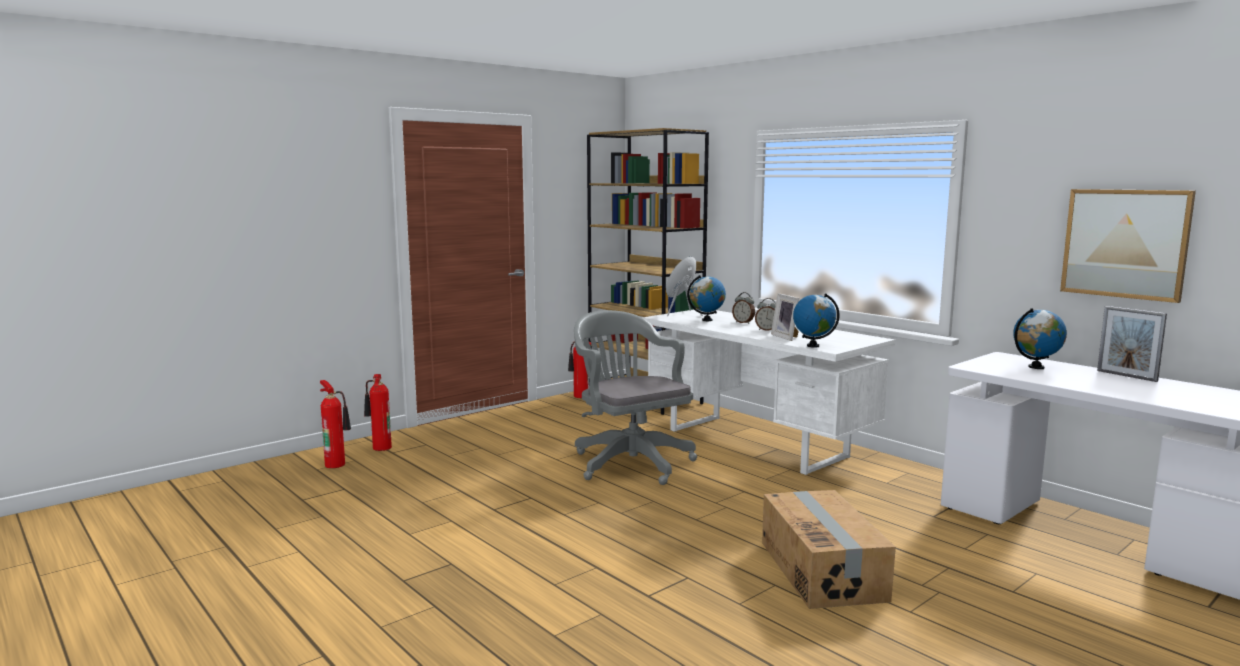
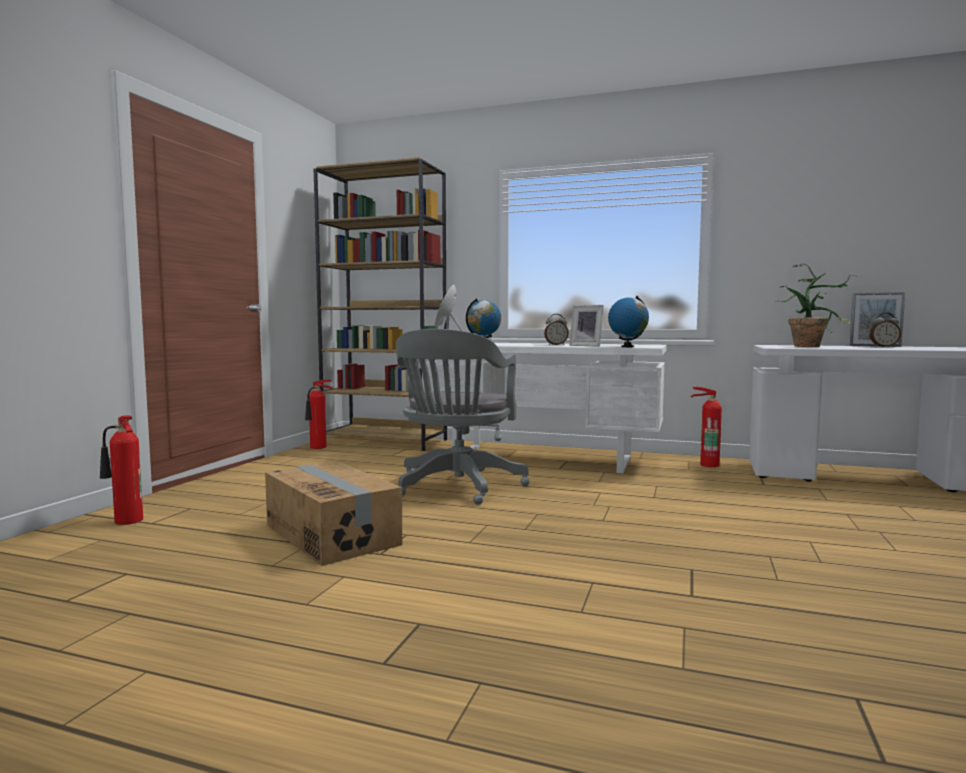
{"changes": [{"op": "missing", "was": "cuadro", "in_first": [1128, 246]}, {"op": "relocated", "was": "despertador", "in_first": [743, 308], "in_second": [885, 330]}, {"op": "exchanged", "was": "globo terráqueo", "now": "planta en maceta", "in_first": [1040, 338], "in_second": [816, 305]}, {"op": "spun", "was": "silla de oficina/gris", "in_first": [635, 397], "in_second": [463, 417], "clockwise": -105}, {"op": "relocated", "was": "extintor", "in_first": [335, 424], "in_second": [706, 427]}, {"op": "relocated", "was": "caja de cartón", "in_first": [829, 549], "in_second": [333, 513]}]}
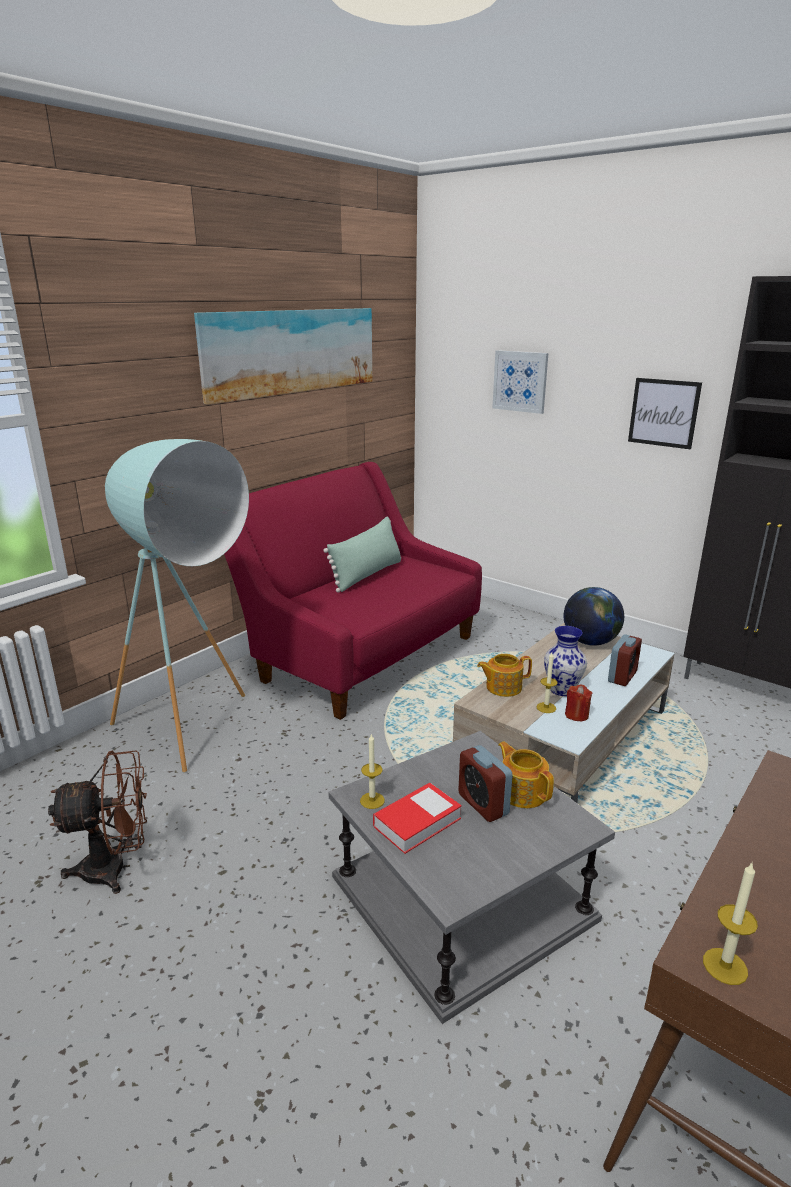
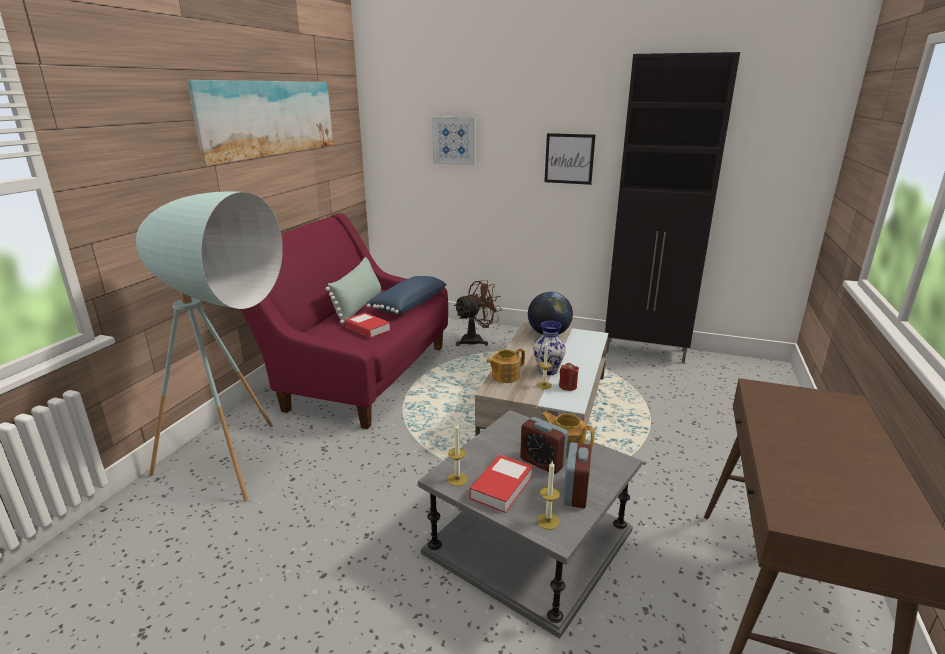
{"changes": [{"op": "relocated", "was": "despertador", "in_first": [625, 660], "in_second": [577, 475]}, {"op": "relocated", "was": "ventilador/marrón", "in_first": [97, 822], "in_second": [478, 313]}, {"op": "relocated", "was": "vela", "in_first": [730, 924], "in_second": [548, 495]}, {"op": "appeared", "now": "cojín/azul", "in_second": [407, 295]}, {"op": "appeared", "now": "libro", "in_second": [367, 325]}]}
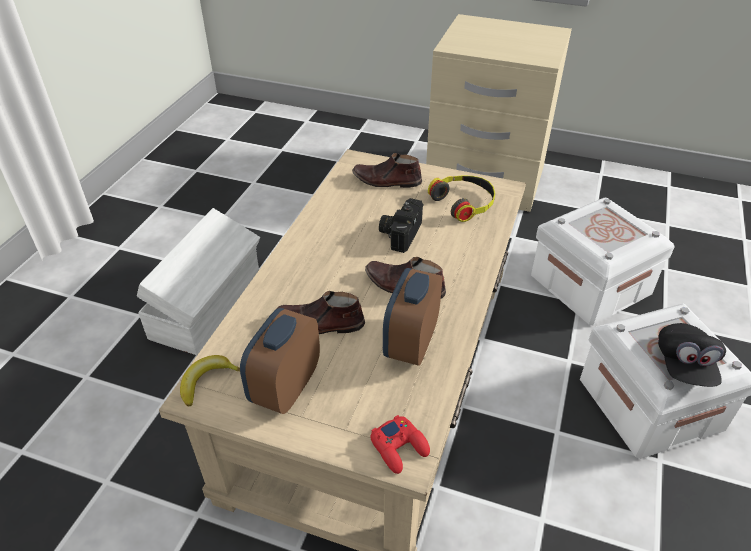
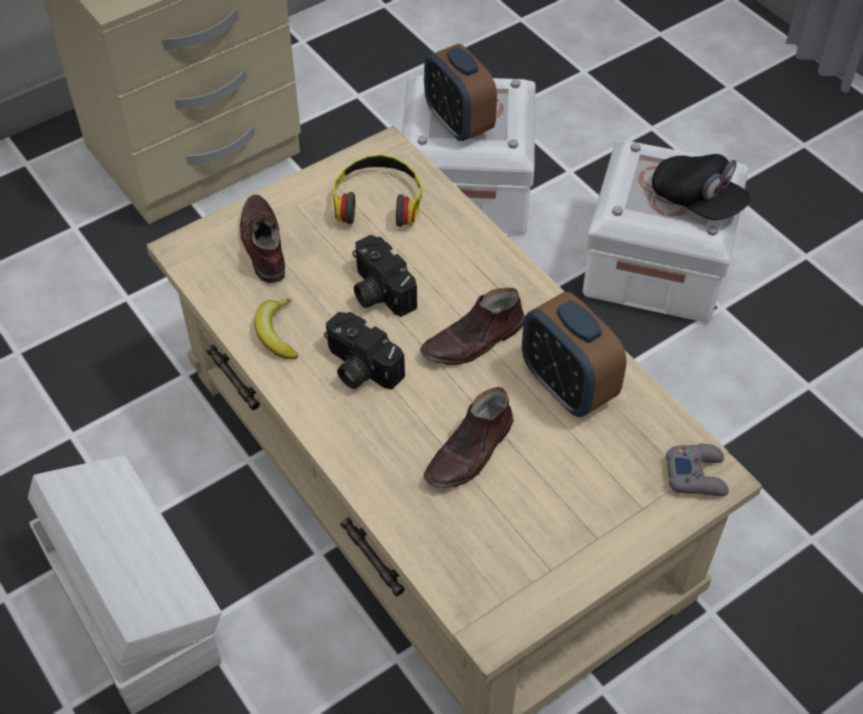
{"changes": [{"op": "spun", "was": "zapato/marrón", "in_first": [387, 170], "in_second": [262, 239], "clockwise": 120}, {"op": "relocated", "was": "despertador", "in_first": [280, 361], "in_second": [460, 92]}, {"op": "relocated", "was": "plátano", "in_first": [210, 380], "in_second": [276, 329]}, {"op": "colour", "was": "mando de consola/rojo", "now": "mando de consola/gris", "in_first": [400, 444], "in_second": [697, 470]}, {"op": "appeared", "now": "cámara", "in_second": [364, 351]}]}
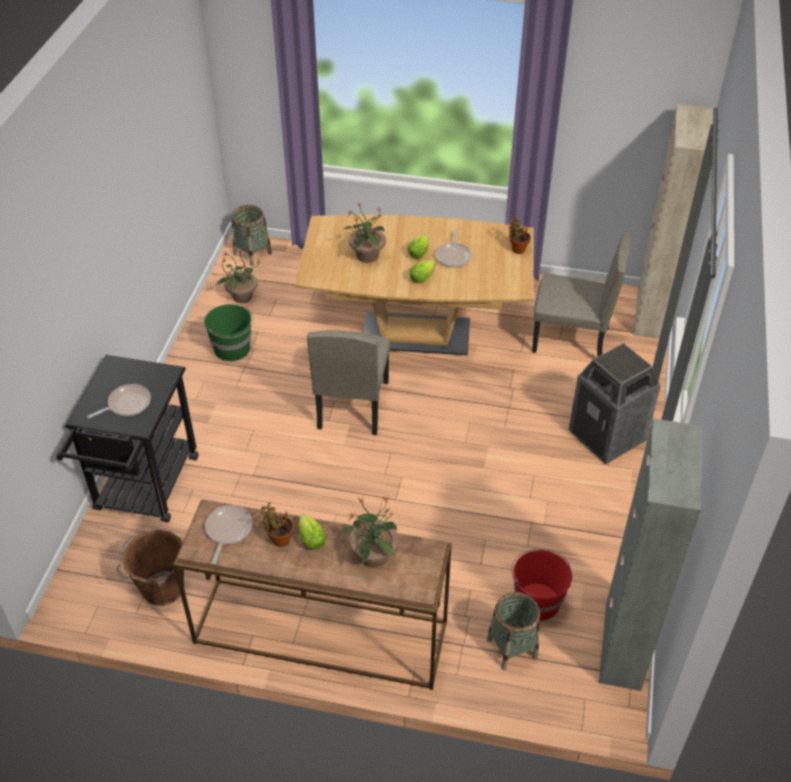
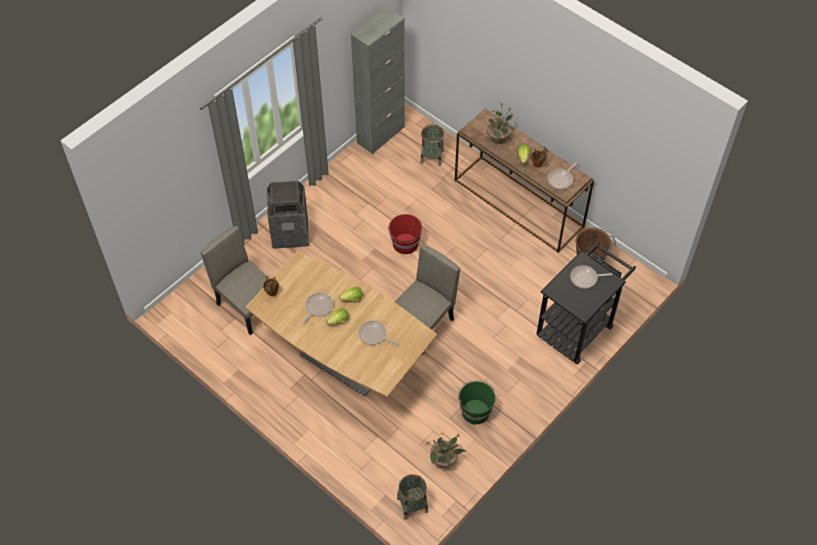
{"changes": [{"op": "missing", "was": "armario/beis", "in_first": [673, 221]}, {"op": "exchanged", "was": "planta en maceta", "now": "sartén", "in_first": [364, 232], "in_second": [379, 333]}, {"op": "relocated", "was": "cubo/rojo", "in_first": [541, 584], "in_second": [405, 234]}]}
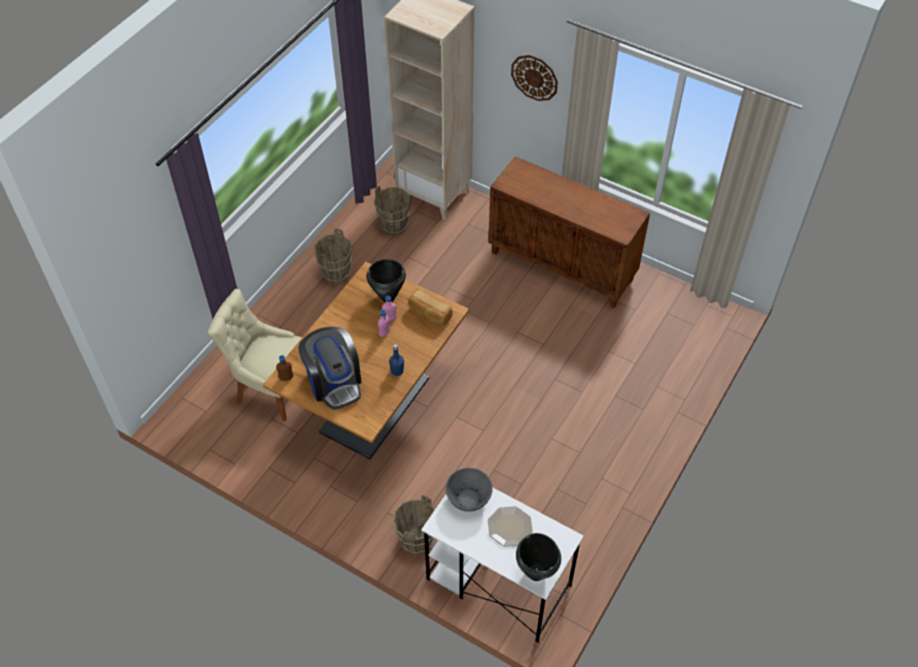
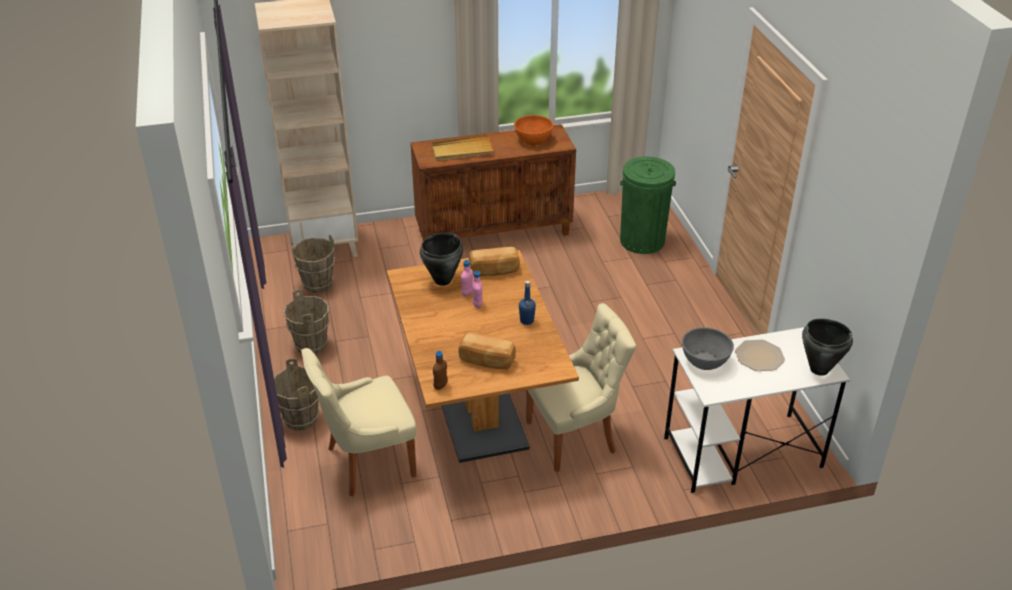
{"changes": [{"op": "missing", "was": "reloj de pared", "in_first": [534, 78]}, {"op": "exchanged", "was": "cafetera", "now": "pan", "in_first": [329, 368], "in_second": [487, 350]}, {"op": "relocated", "was": "cubo/marrón", "in_first": [414, 524], "in_second": [296, 394]}, {"op": "appeared", "now": "cuenco/naranja", "in_second": [533, 130]}, {"op": "appeared", "now": "bandeja/beis", "in_second": [463, 148]}, {"op": "appeared", "now": "papelera/verde", "in_second": [648, 205]}, {"op": "appeared", "now": "silla/beis", "in_second": [581, 387]}]}
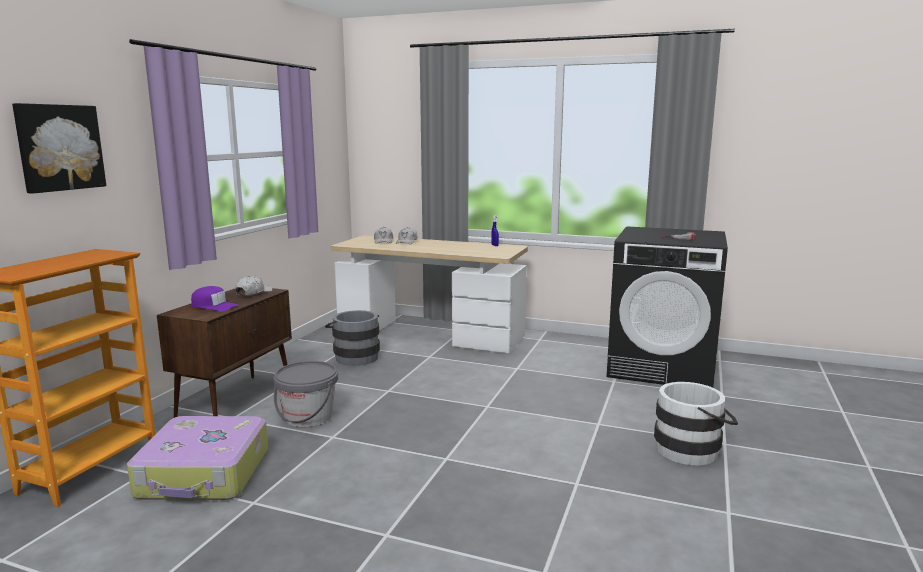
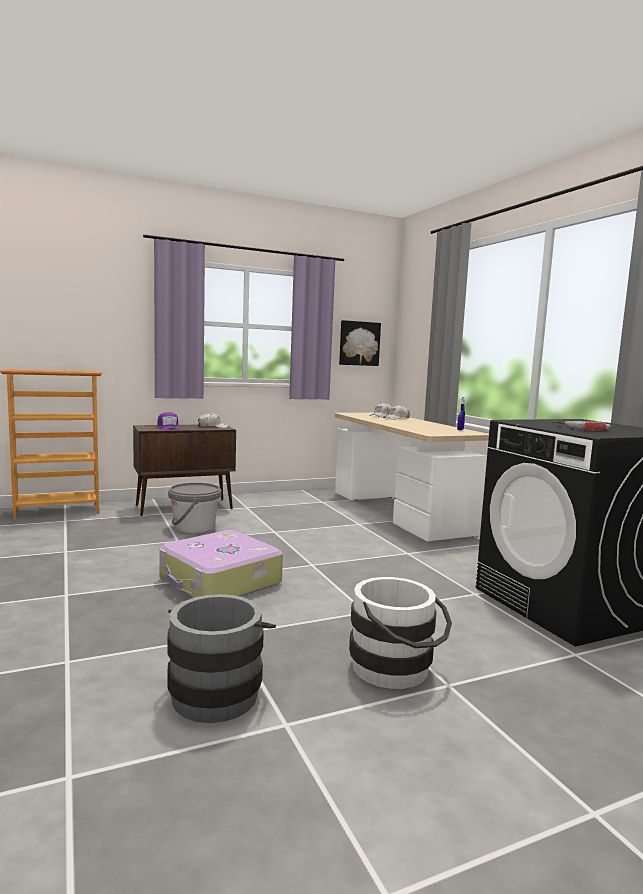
{"changes": [{"op": "relocated", "was": "cuadro", "in_first": [59, 148], "in_second": [360, 343]}, {"op": "relocated", "was": "cubo/gris", "in_first": [352, 338], "in_second": [221, 658]}, {"op": "relocated", "was": "maleta", "in_first": [197, 458], "in_second": [221, 564]}]}
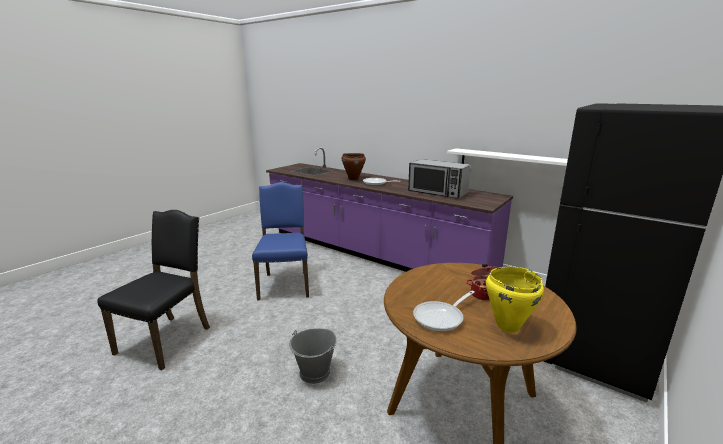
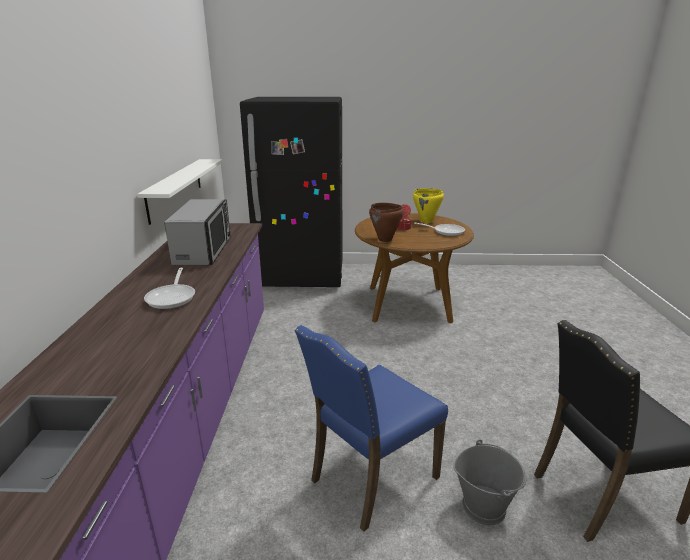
{"changes": [{"op": "relocated", "was": "olla/marrón", "in_first": [353, 166], "in_second": [386, 222]}, {"op": "relocated", "was": "cubo/gris", "in_first": [313, 356], "in_second": [490, 482]}]}
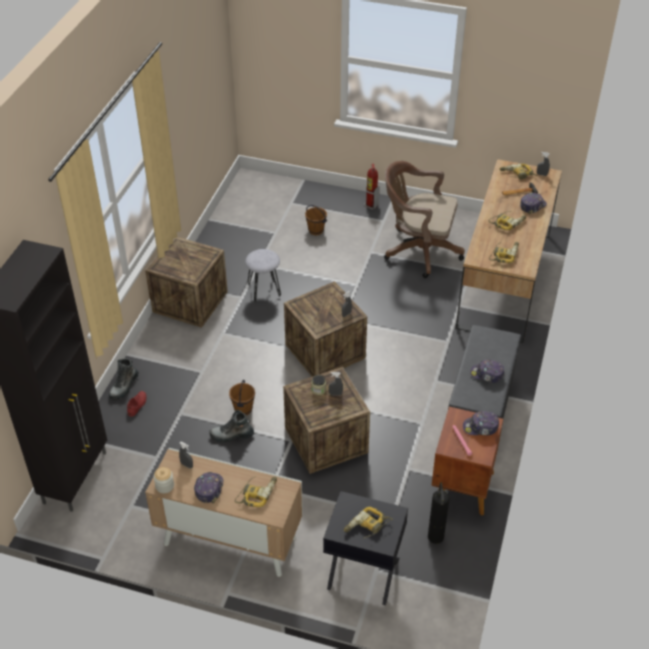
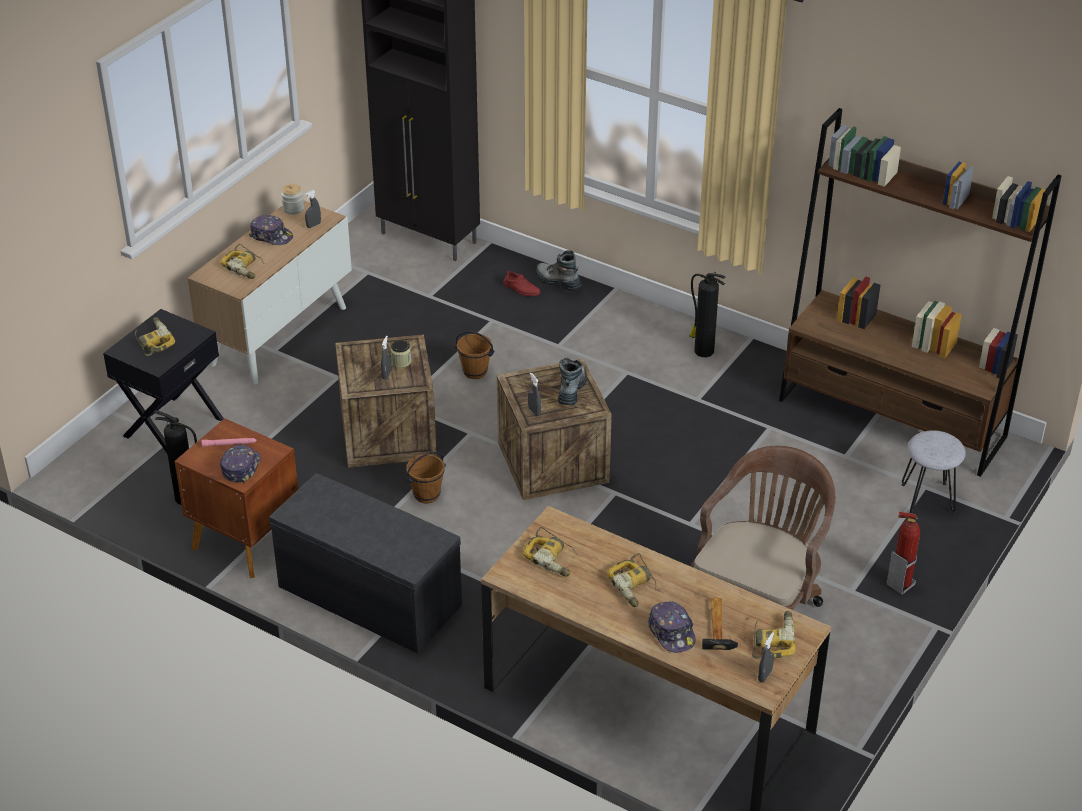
{"changes": [{"op": "relocated", "was": "cubo/marrón", "in_first": [316, 220], "in_second": [425, 477]}, {"op": "exchanged", "was": "caja de embalaje", "now": "extintor", "in_first": [186, 282], "in_second": [707, 315]}, {"op": "relocated", "was": "taburete/gris", "in_first": [263, 275], "in_second": [933, 472]}, {"op": "missing", "was": "gorra", "in_first": [487, 371]}, {"op": "relocated", "was": "bota", "in_first": [231, 426], "in_second": [572, 381]}, {"op": "appeared", "now": "estantería/marrón", "in_second": [920, 292]}]}
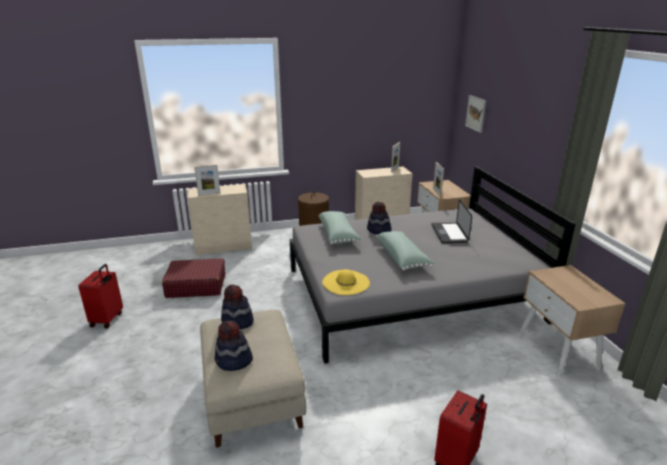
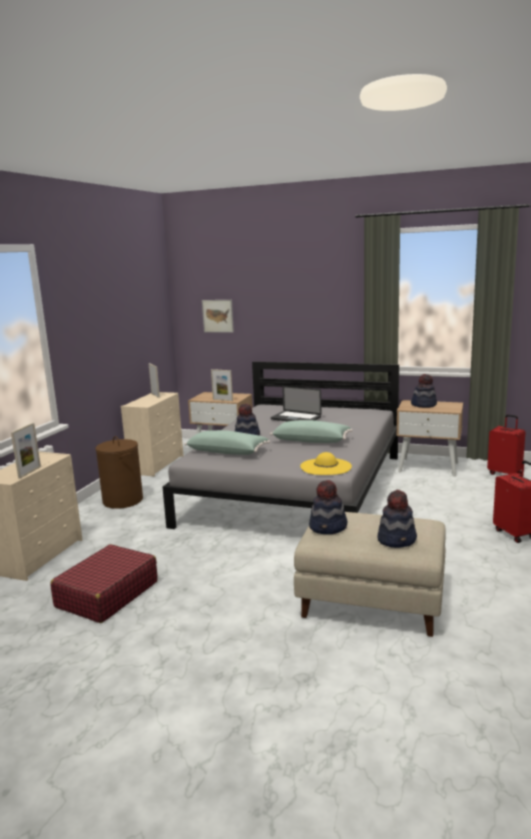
{"changes": [{"op": "relocated", "was": "maleta/rojo", "in_first": [100, 296], "in_second": [506, 445]}, {"op": "appeared", "now": "sombrero", "in_second": [424, 391]}]}
